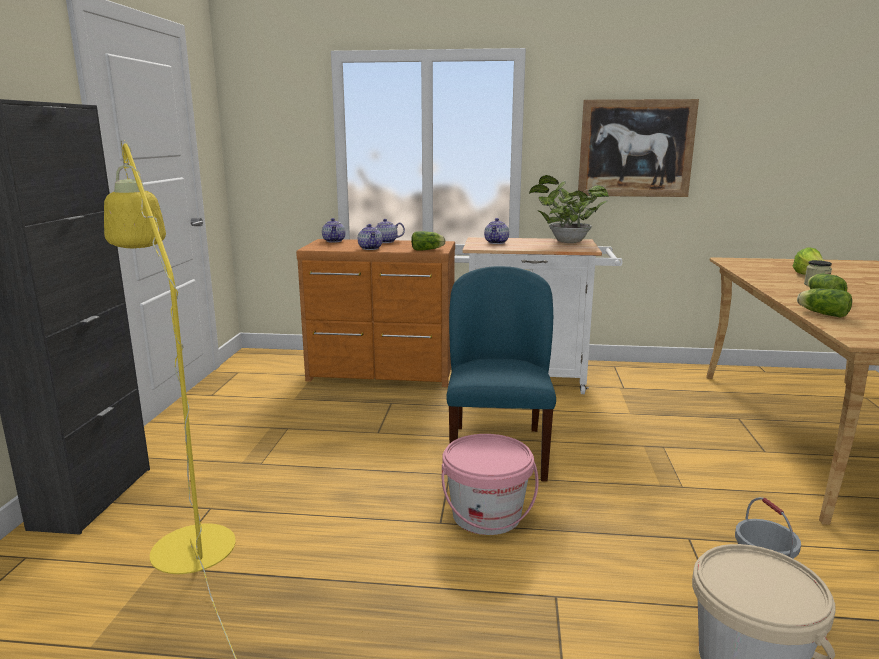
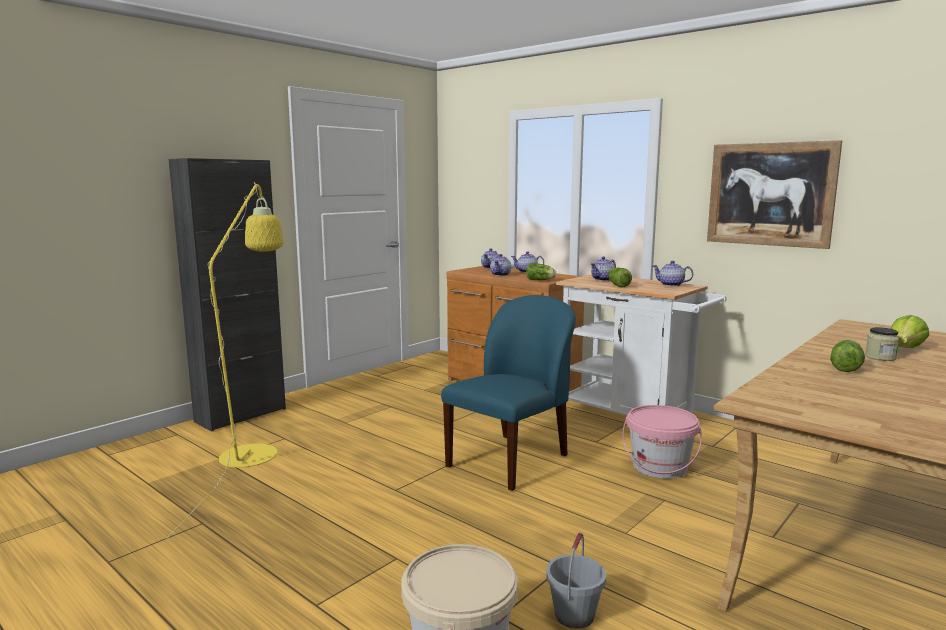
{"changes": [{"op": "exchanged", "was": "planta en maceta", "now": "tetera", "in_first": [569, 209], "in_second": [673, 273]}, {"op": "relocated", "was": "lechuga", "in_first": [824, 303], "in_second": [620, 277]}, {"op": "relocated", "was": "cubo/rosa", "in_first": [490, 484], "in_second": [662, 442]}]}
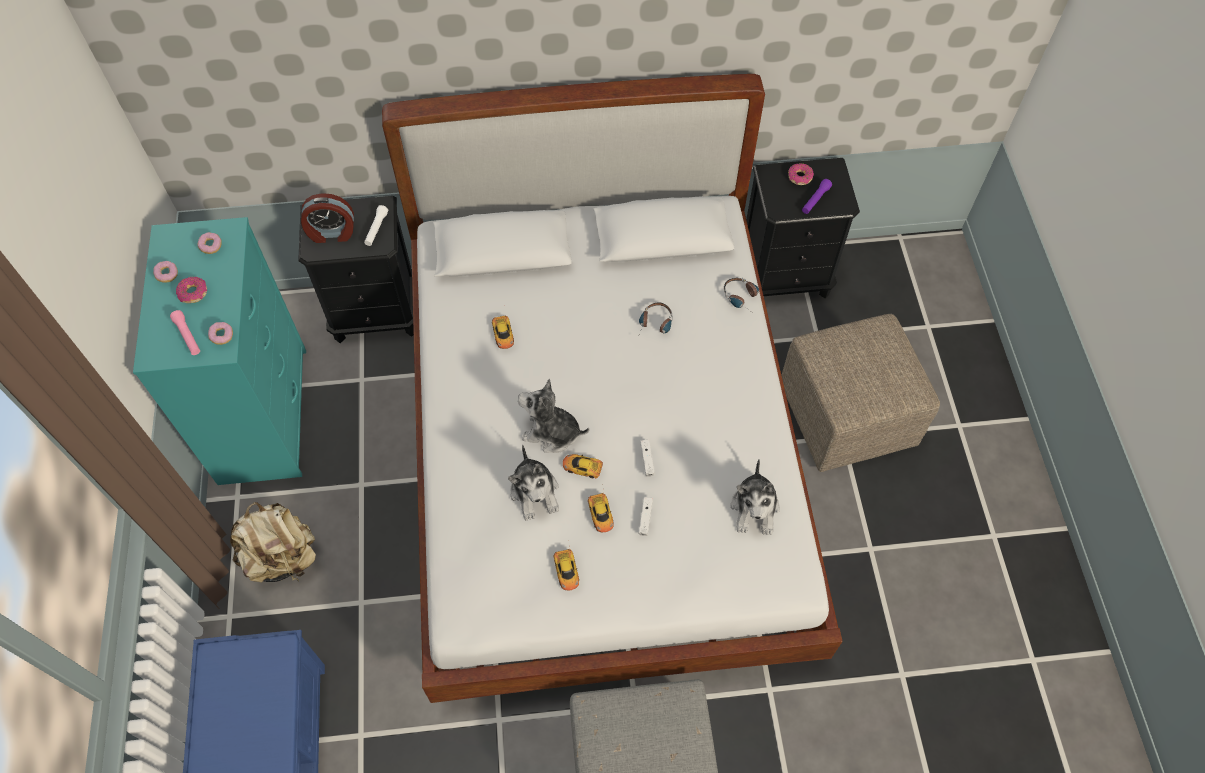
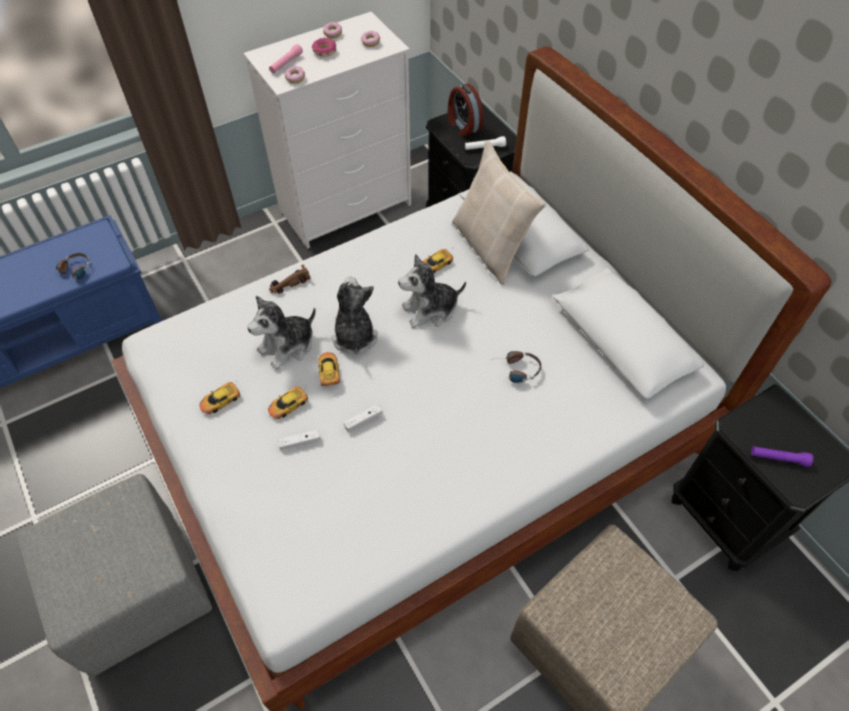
{"changes": [{"op": "missing", "was": "rosquilla", "in_first": [801, 174]}, {"op": "colour", "was": "cómoda/turquesa", "now": "cómoda/blanco", "in_first": [219, 351], "in_second": [327, 130]}, {"op": "relocated", "was": "auriculares", "in_first": [741, 296], "in_second": [71, 266]}, {"op": "relocated", "was": "peluche", "in_first": [755, 497], "in_second": [432, 291]}, {"op": "missing", "was": "mochila/beis", "in_first": [273, 542]}, {"op": "appeared", "now": "cojín/beis", "in_second": [499, 213]}, {"op": "appeared", "now": "coche de juguete/marrón", "in_second": [290, 279]}]}
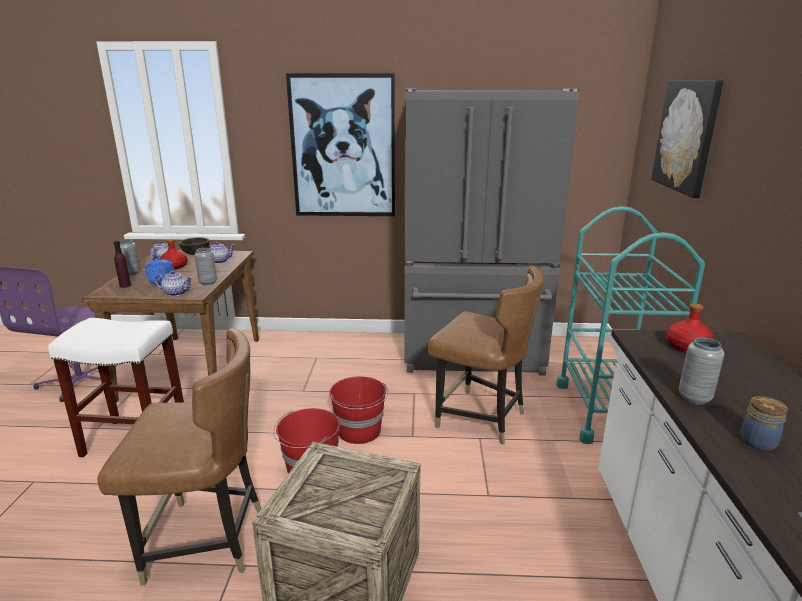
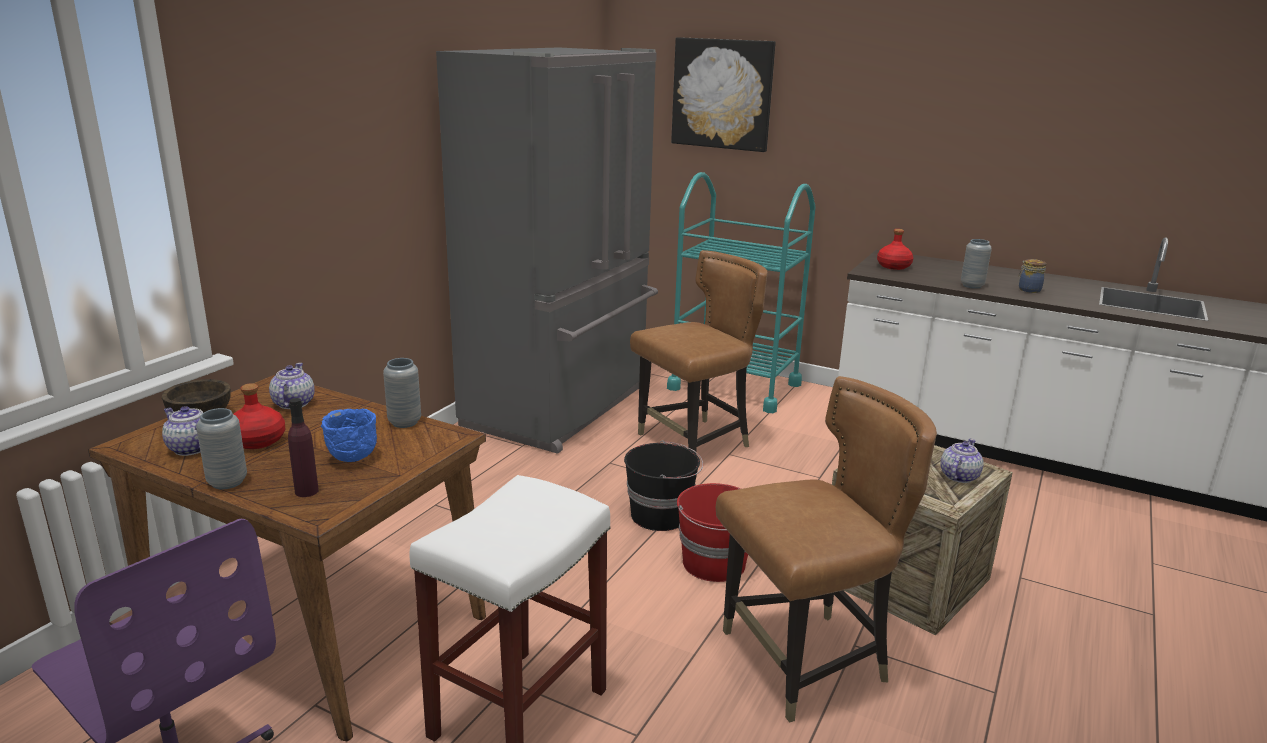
{"changes": [{"op": "missing", "was": "cuadro", "in_first": [340, 144]}, {"op": "relocated", "was": "tetera", "in_first": [174, 283], "in_second": [962, 461]}, {"op": "spun", "was": "silla/marrón", "in_first": [179, 456], "in_second": [826, 549], "clockwise": 45}, {"op": "colour", "was": "cubo/rojo", "now": "cubo/negro", "in_first": [359, 410], "in_second": [663, 485]}]}
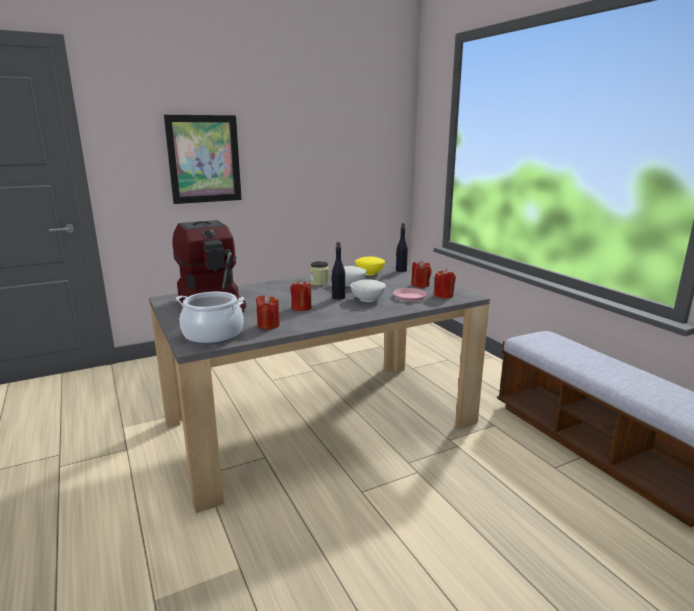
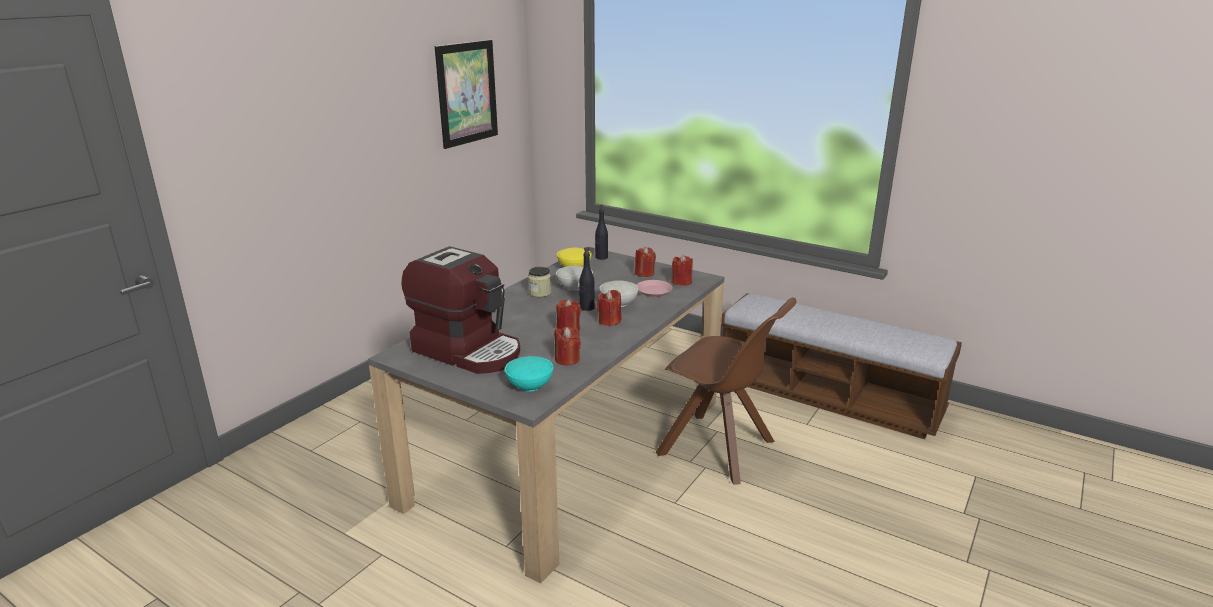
{"changes": [{"op": "relocated", "was": "cuadro", "in_first": [203, 159], "in_second": [466, 94]}, {"op": "exchanged", "was": "olla", "now": "cuenco/turquesa", "in_first": [210, 318], "in_second": [529, 374]}, {"op": "appeared", "now": "vela/rojo", "in_second": [609, 308]}, {"op": "appeared", "now": "silla/marrón", "in_second": [726, 391]}]}
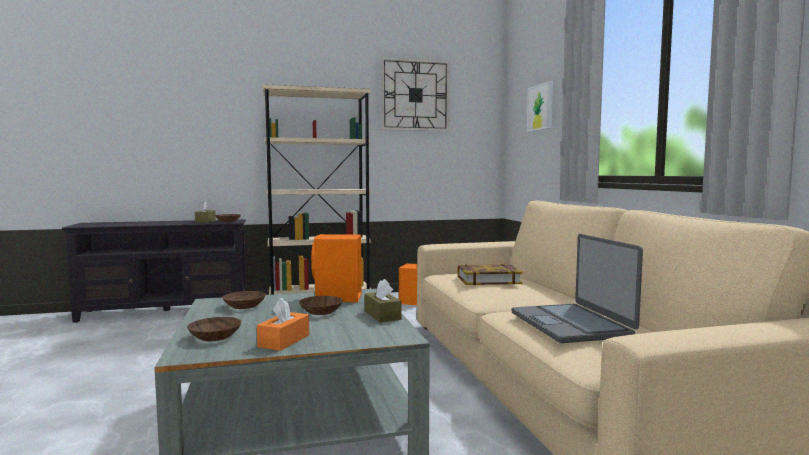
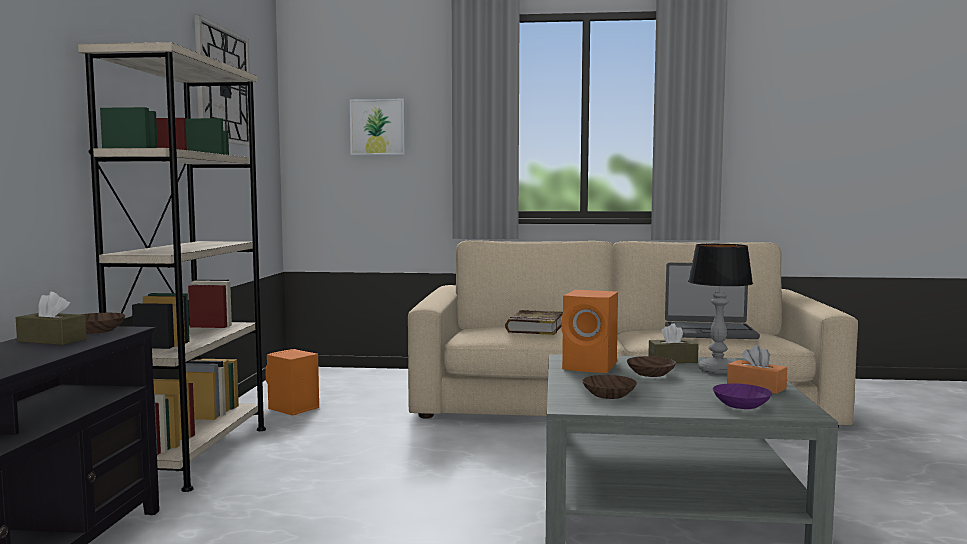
{"changes": [{"op": "colour", "was": "cuenco/marrón", "now": "cuenco/morado", "in_first": [214, 329], "in_second": [742, 396]}, {"op": "appeared", "now": "lámpara de mesa", "in_second": [720, 309]}]}
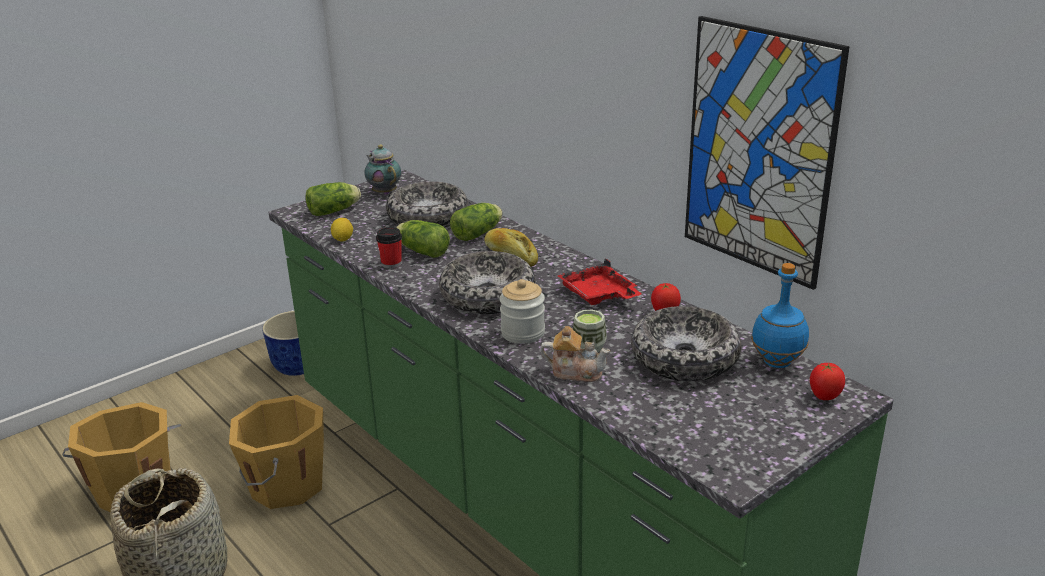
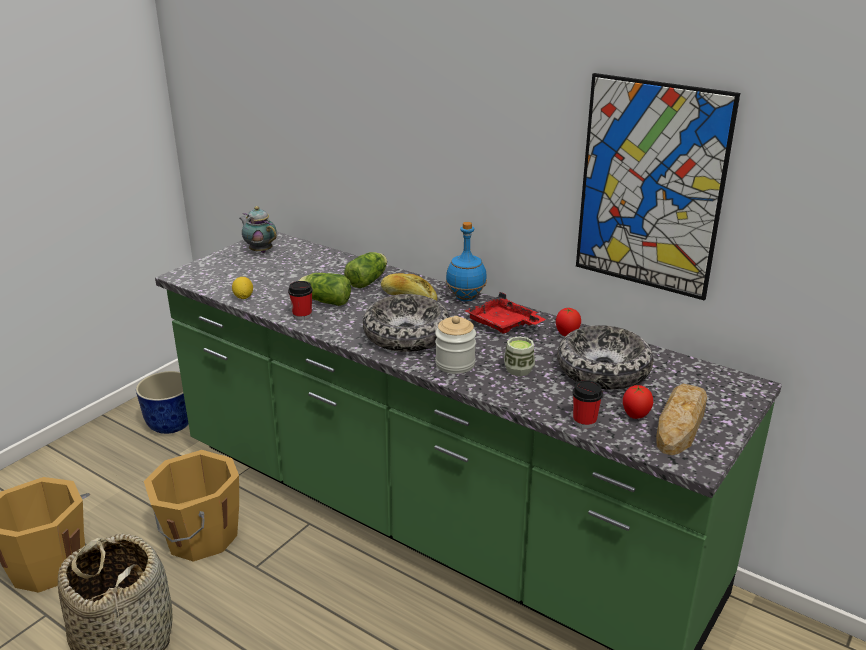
{"changes": [{"op": "missing", "was": "cuenco", "in_first": [427, 204]}, {"op": "missing", "was": "lechuga", "in_first": [333, 199]}, {"op": "relocated", "was": "botella/azul", "in_first": [780, 315], "in_second": [466, 262]}, {"op": "missing", "was": "tetera", "in_first": [575, 354]}, {"op": "relocated", "was": "tomate", "in_first": [827, 381], "in_second": [638, 402]}, {"op": "appeared", "now": "taza", "in_second": [588, 404]}, {"op": "appeared", "now": "pan", "in_second": [681, 419]}]}
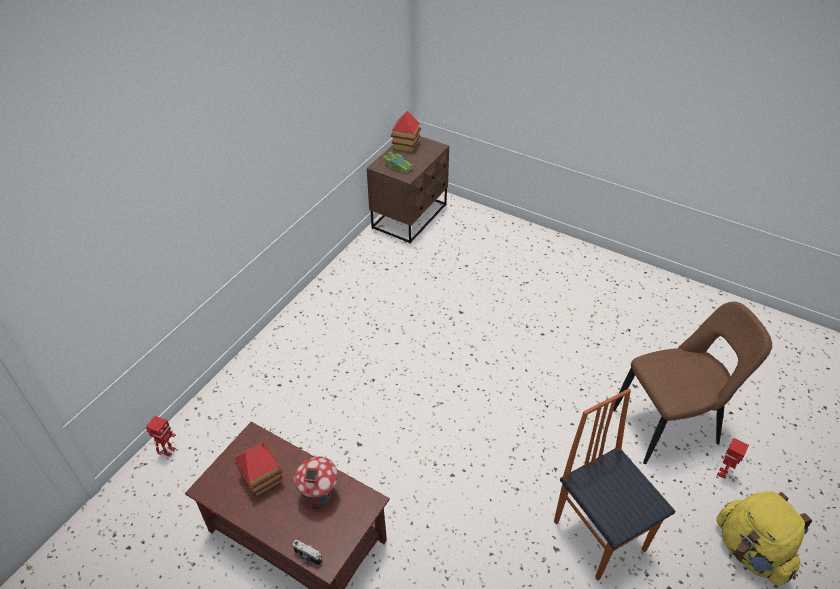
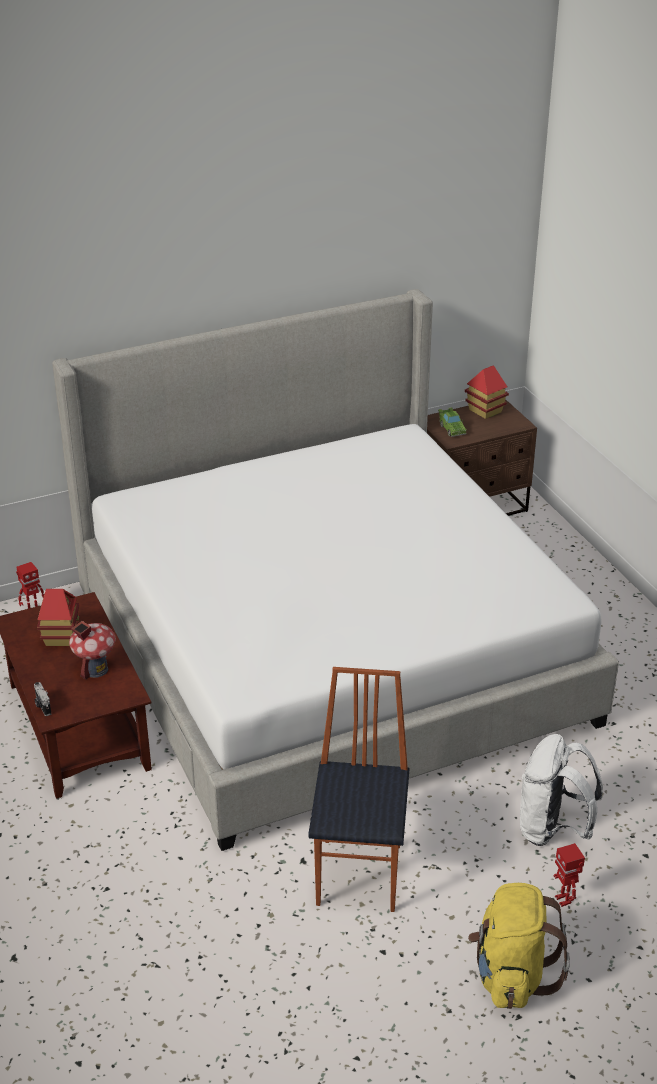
{"changes": [{"op": "exchanged", "was": "silla/marrón", "now": "mochila/blanco", "in_first": [692, 383], "in_second": [561, 790]}, {"op": "spun", "was": "robot de juguete", "in_first": [733, 458], "in_second": [569, 875], "clockwise": -90}, {"op": "appeared", "now": "cama", "in_second": [335, 570]}]}
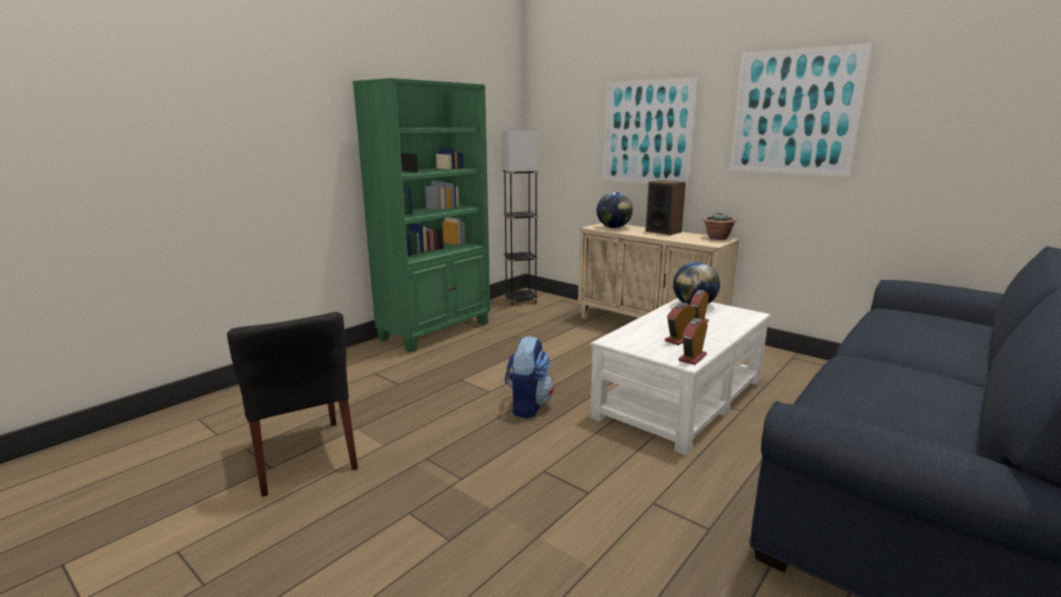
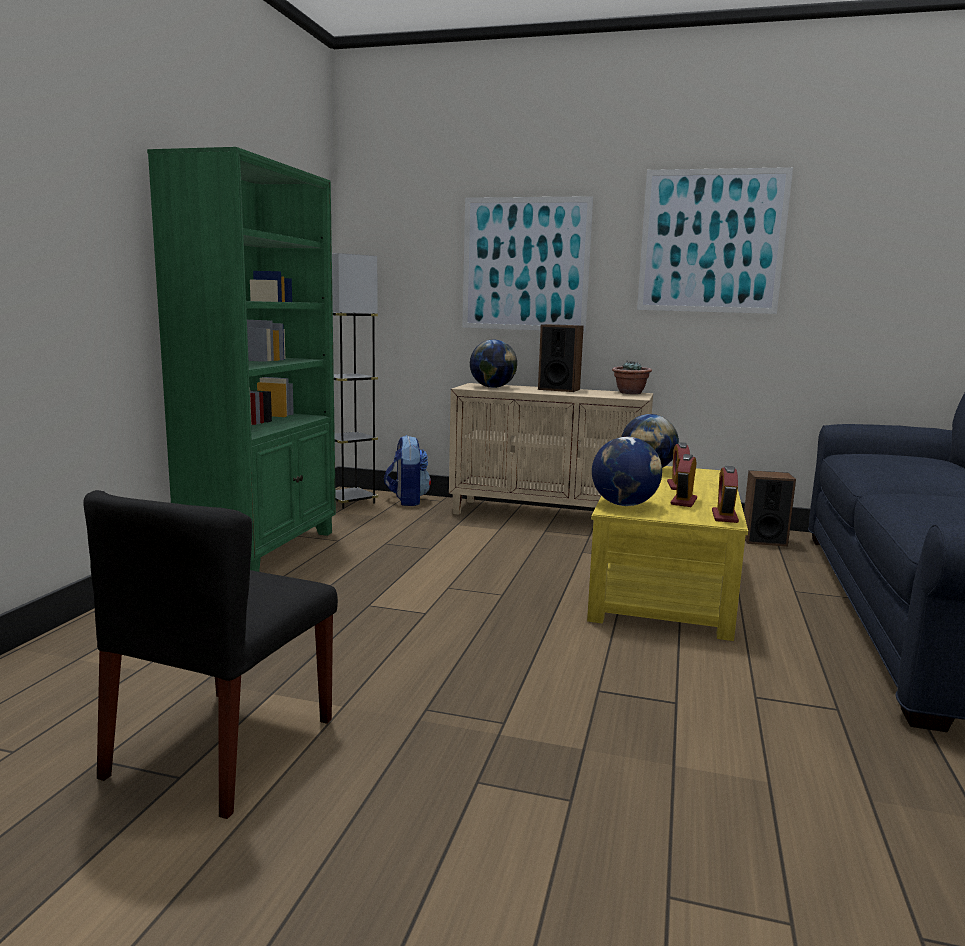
{"changes": [{"op": "colour", "was": "mesa de centro/blanco", "now": "mesa de centro/amarillo", "in_first": [680, 376], "in_second": [667, 553]}, {"op": "spun", "was": "silla/negro", "in_first": [292, 404], "in_second": [210, 654], "clockwise": 75}, {"op": "relocated", "was": "mochila", "in_first": [529, 377], "in_second": [407, 470]}, {"op": "appeared", "now": "globo terráqueo", "in_second": [627, 471]}, {"op": "appeared", "now": "altavoz", "in_second": [770, 508]}]}
